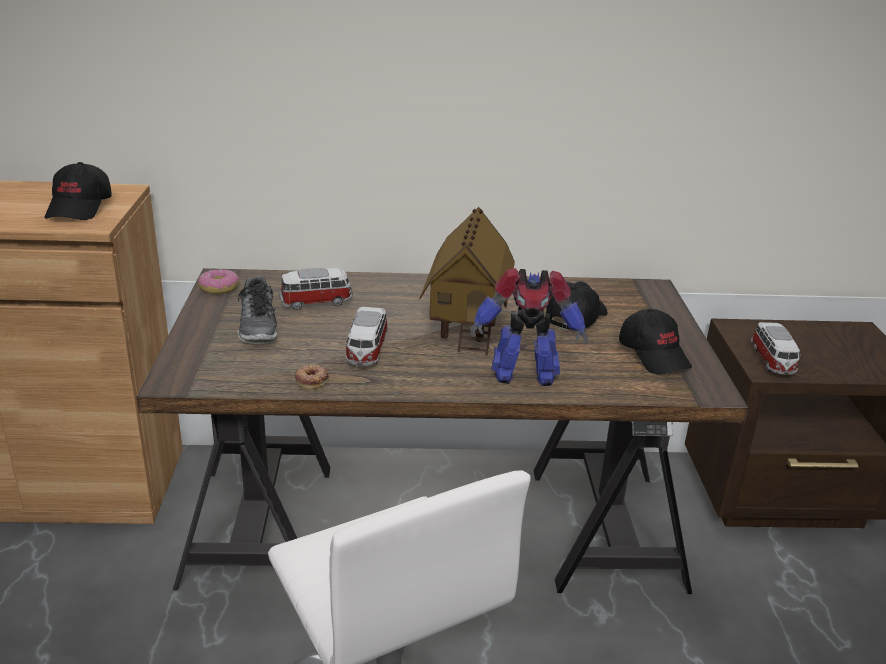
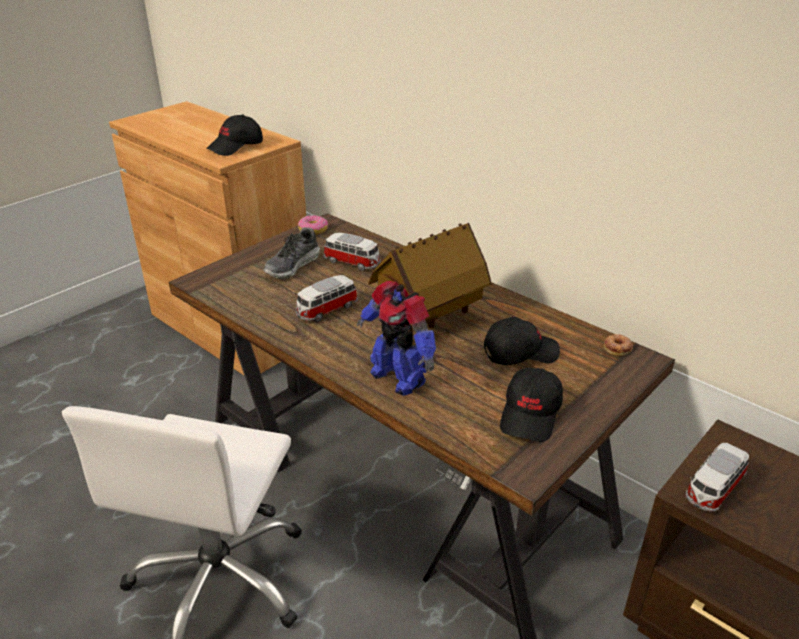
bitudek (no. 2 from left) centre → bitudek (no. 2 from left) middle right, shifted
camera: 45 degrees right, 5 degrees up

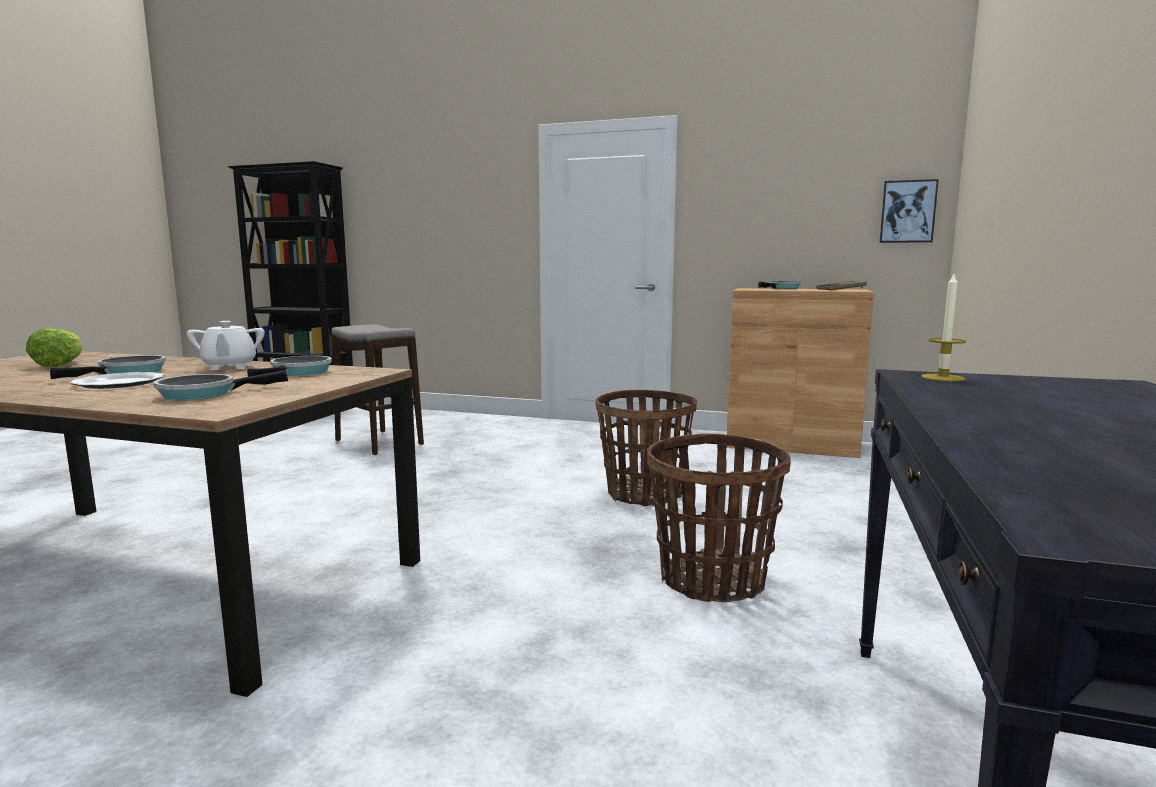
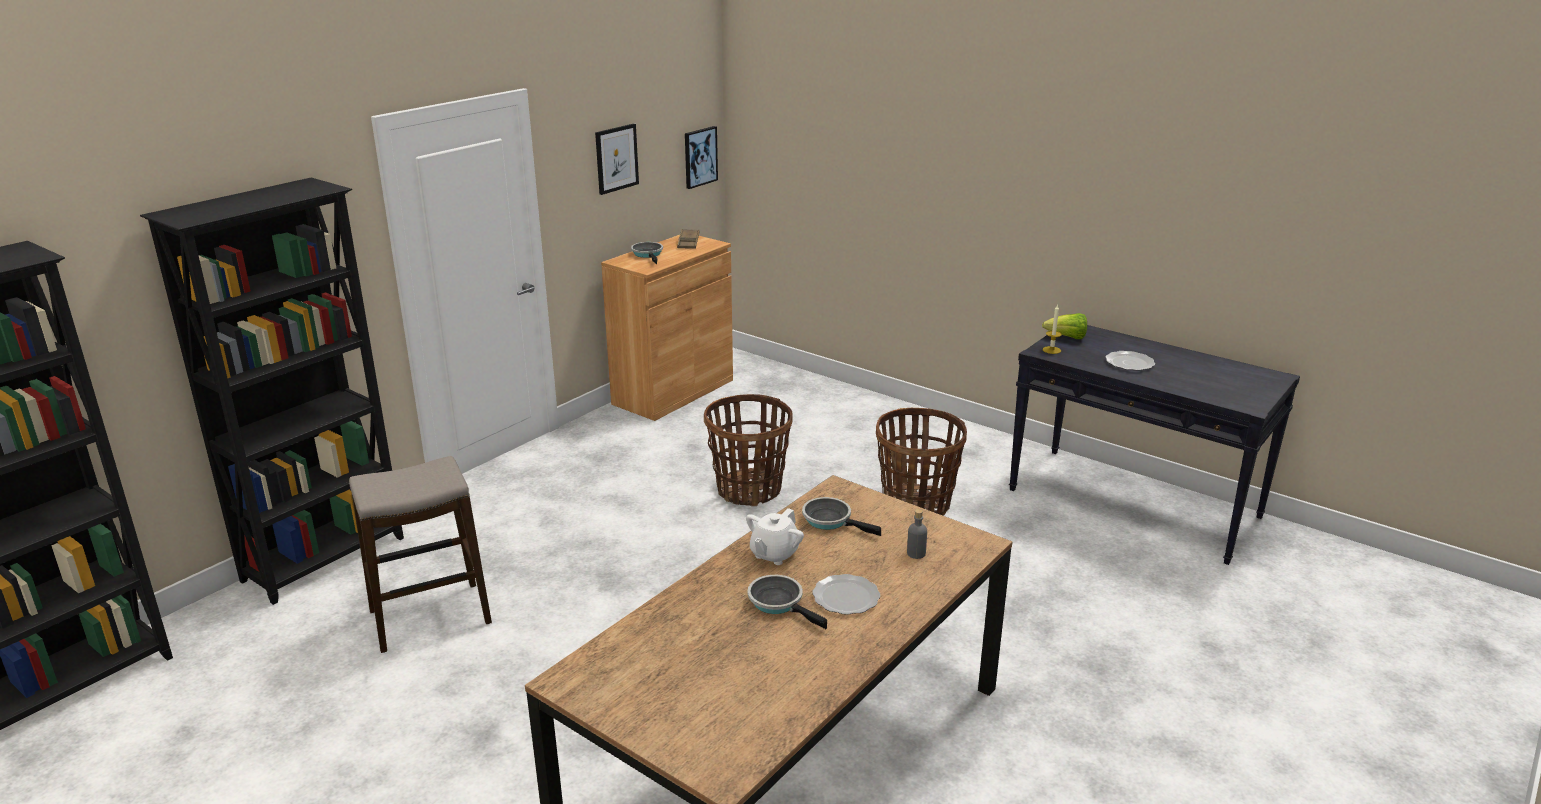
- → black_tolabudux (no. 2 from left) middle left
- → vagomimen (no. 1 from left) top centre
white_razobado middle left → white_razobado bottom centre, 120 degrees clockwise
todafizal (no. 2 from left) middle left → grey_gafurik centre
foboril middle left → foboril middle right, shifted
- → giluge (no. 2 from left) middle right
camera: 70 degrees left, 15 degrees up

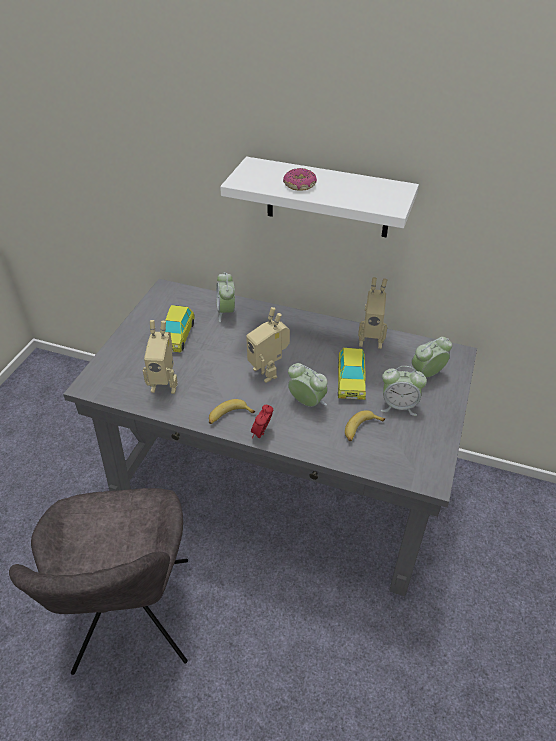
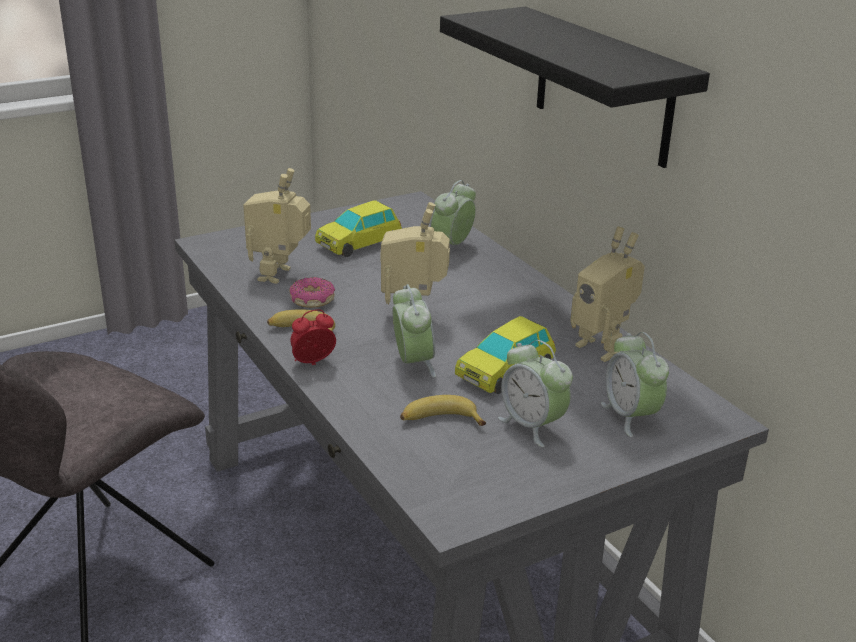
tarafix (no. 1 from left) middle left, 60 degrees clockwise
bitudek top centre → bitudek centre, shifted
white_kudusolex top centre → black_kudusolex top right
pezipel (no. 5 from left) middle right, 120 degrees counterclockwise
camera: 40 degrees right, 15 degrees down

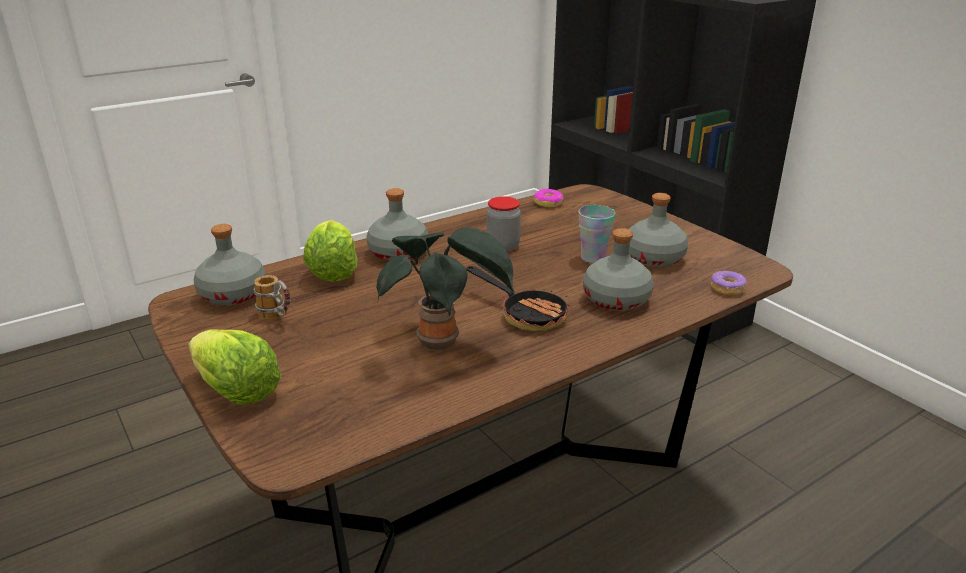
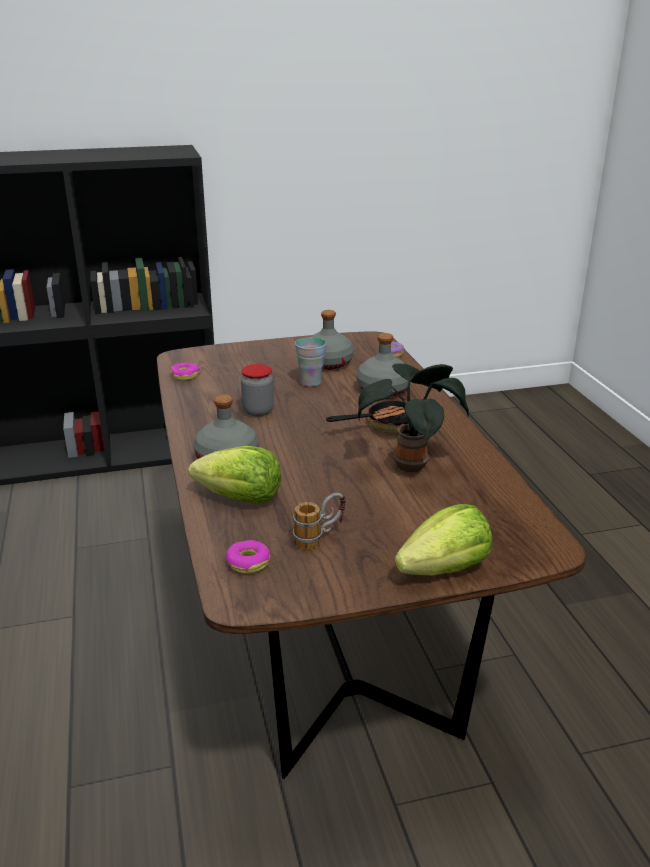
grey_gafurik (no. 1 from left) middle left → bitudek (no. 2 from left) centre
camera: 70 degrees left, 0 degrees up

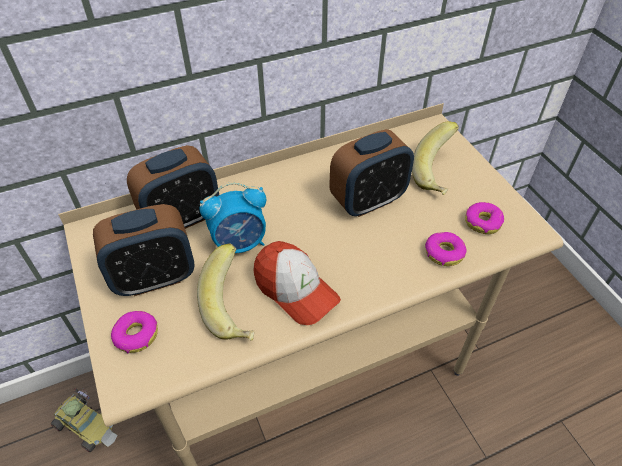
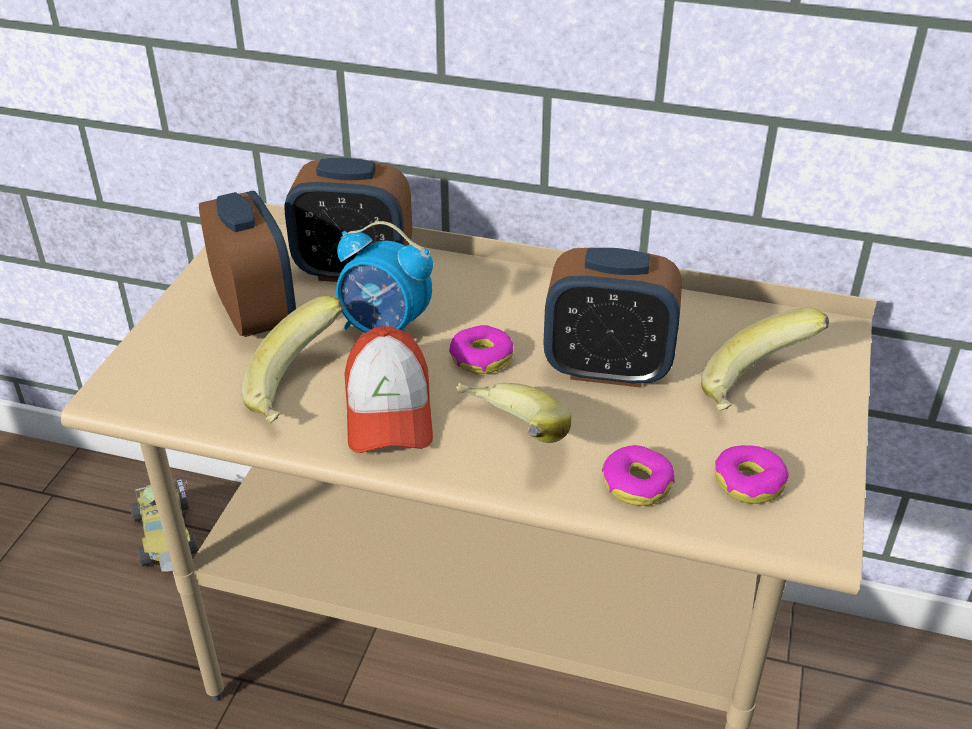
pezipel (no. 1 from left) middle left, 135 degrees counterclockwise
bitudek (no. 1 from left) bottom left → bitudek (no. 1 from left) centre, shifted
- → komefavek (no. 2 from left) centre
camera: 40 degrees right, 10 degrees down

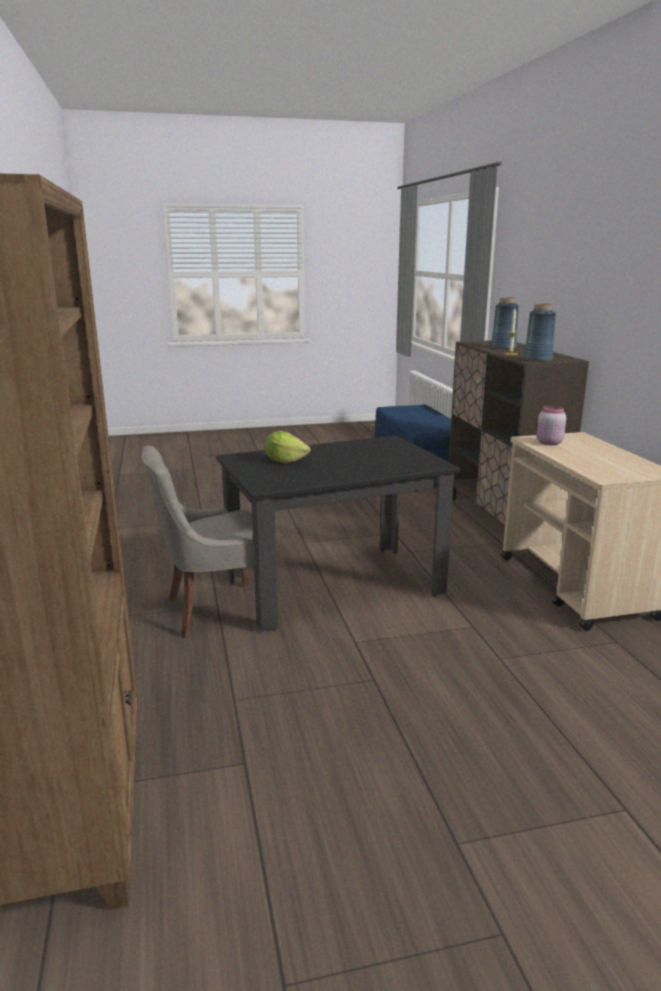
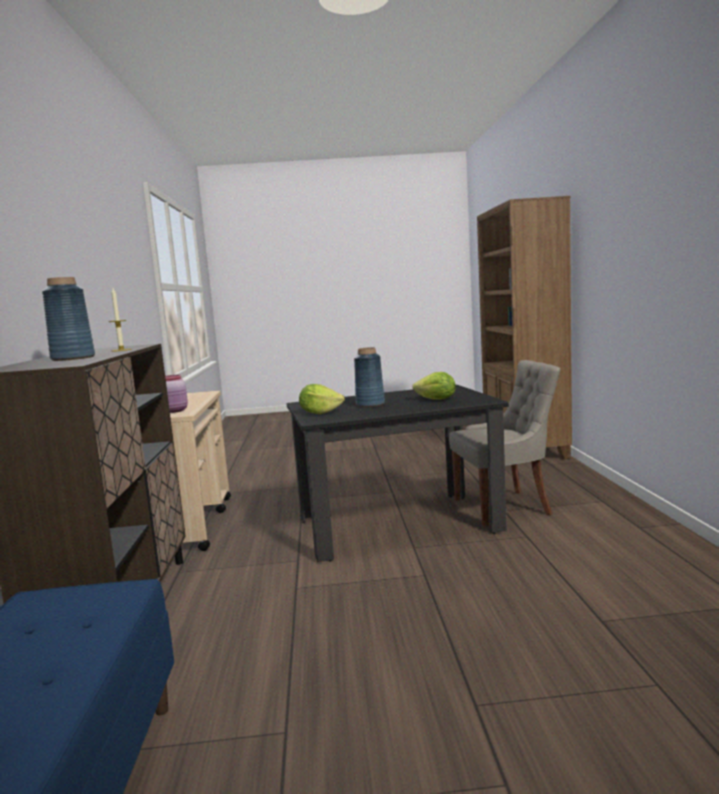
- → foboril (no. 1 from left) centre
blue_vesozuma (no. 2 from left) middle right → blue_vesozuma (no. 2 from left) centre, shifted
camera: 170 degrees left, 10 degrees down

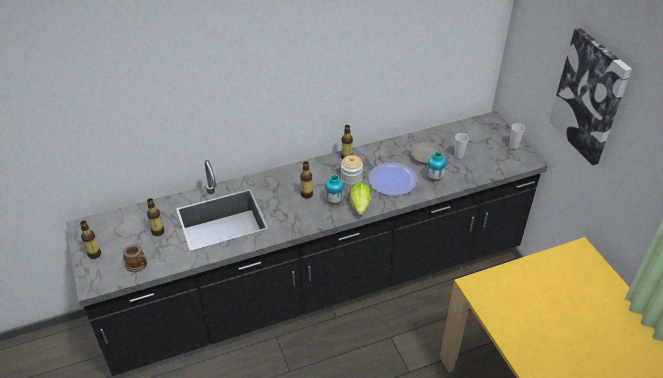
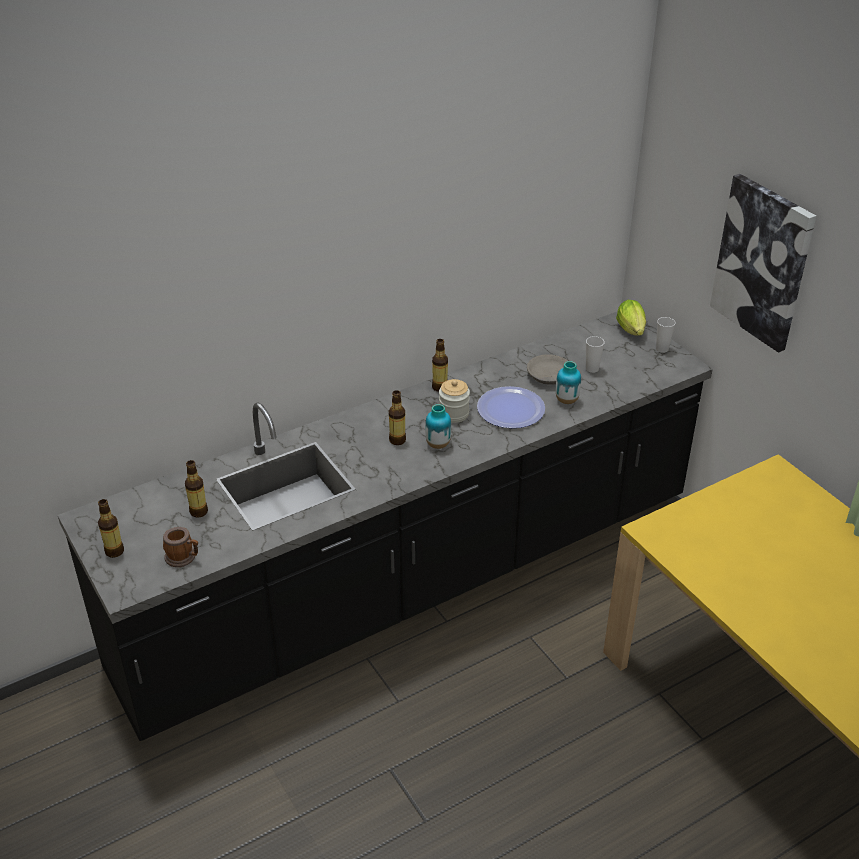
foboril centre → foboril middle right, shifted
camera: 10 degrees left, 5 degrees down

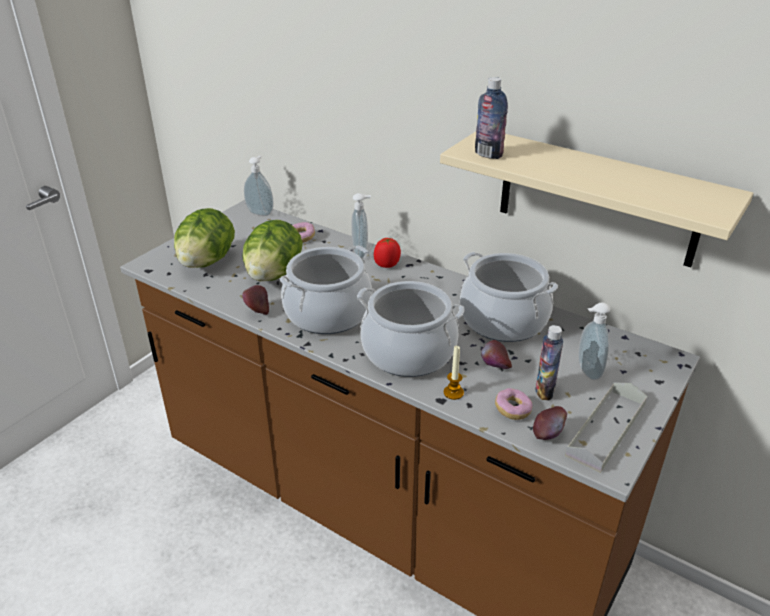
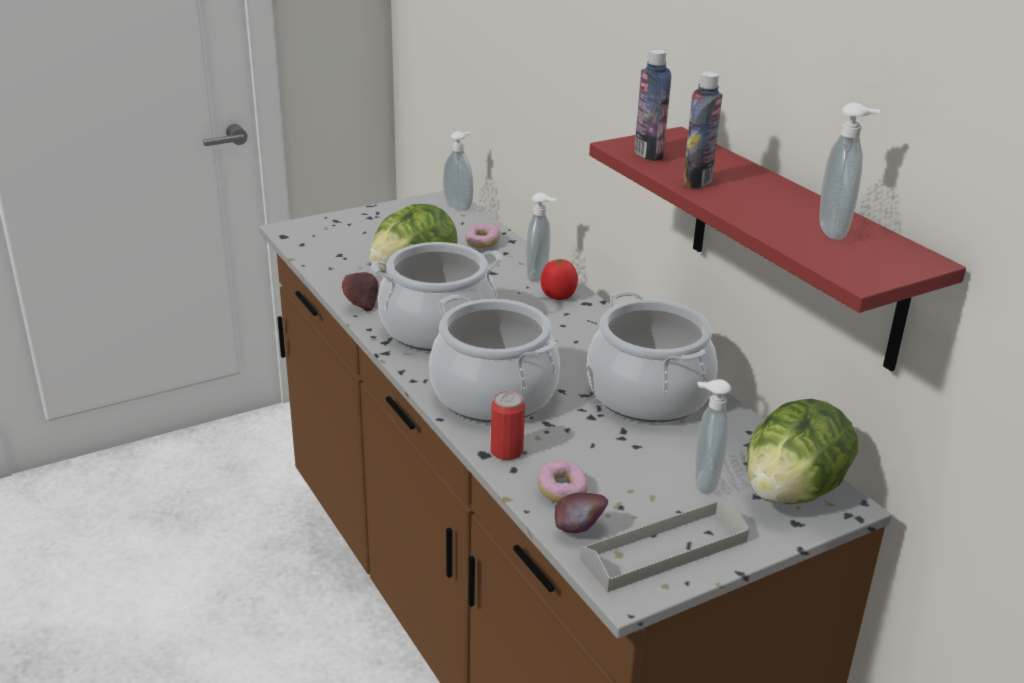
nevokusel centre → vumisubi centre
beige_kudusolex top right → red_kudusolex middle right
gafurik (no. 2 from left) middle right → gafurik (no. 2 from left) top right, shifted
foboril (no. 1 from left in the first image) middle left → foboril (no. 2 from left) middle right, shifted
- → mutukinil (no. 4 from left) top right
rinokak (no. 2 from left) centre → -
camera: 25 degrees right, 5 degrees down

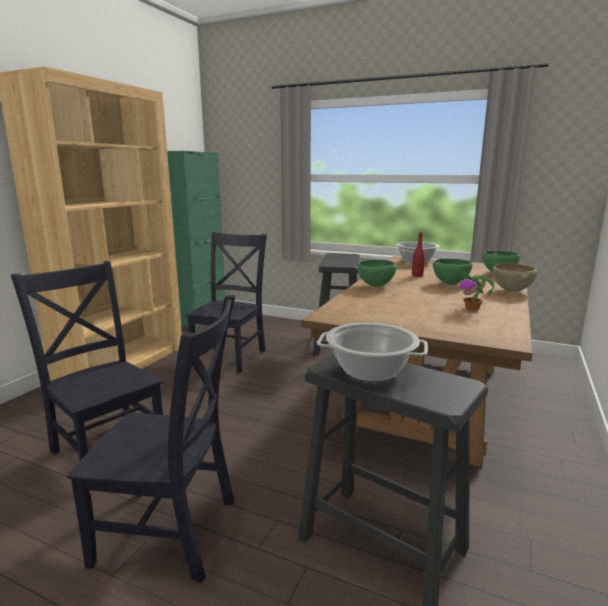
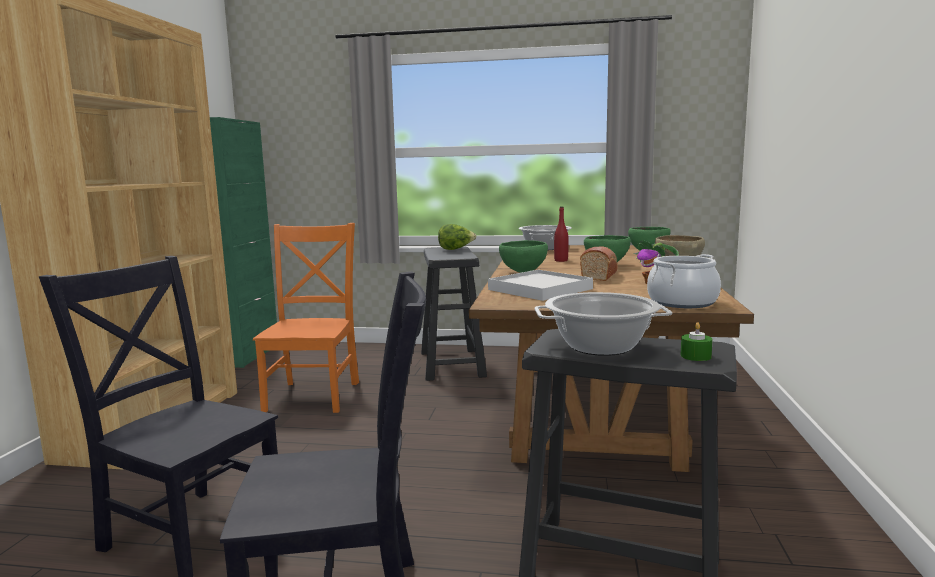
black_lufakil (no. 3 from left) centre → orange_lufakil middle left
- → foboril centre
- → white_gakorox centre
- → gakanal centre
- → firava (no. 3 from left) middle right
- → green_nevokusel middle right
camera: 15 degrees left, 5 degrees down

